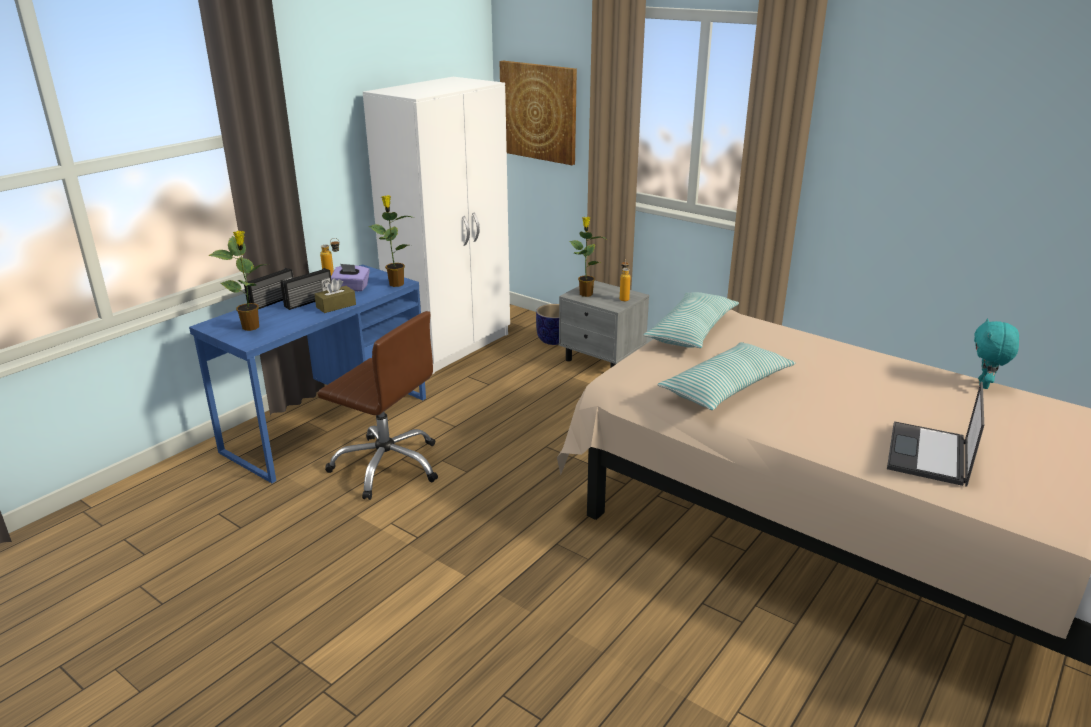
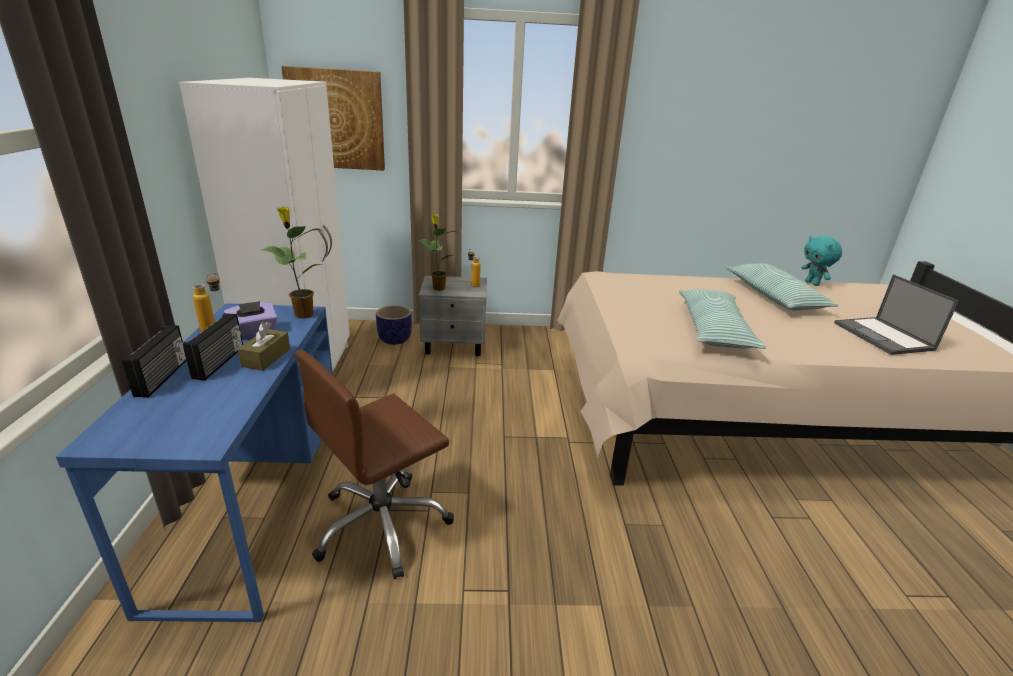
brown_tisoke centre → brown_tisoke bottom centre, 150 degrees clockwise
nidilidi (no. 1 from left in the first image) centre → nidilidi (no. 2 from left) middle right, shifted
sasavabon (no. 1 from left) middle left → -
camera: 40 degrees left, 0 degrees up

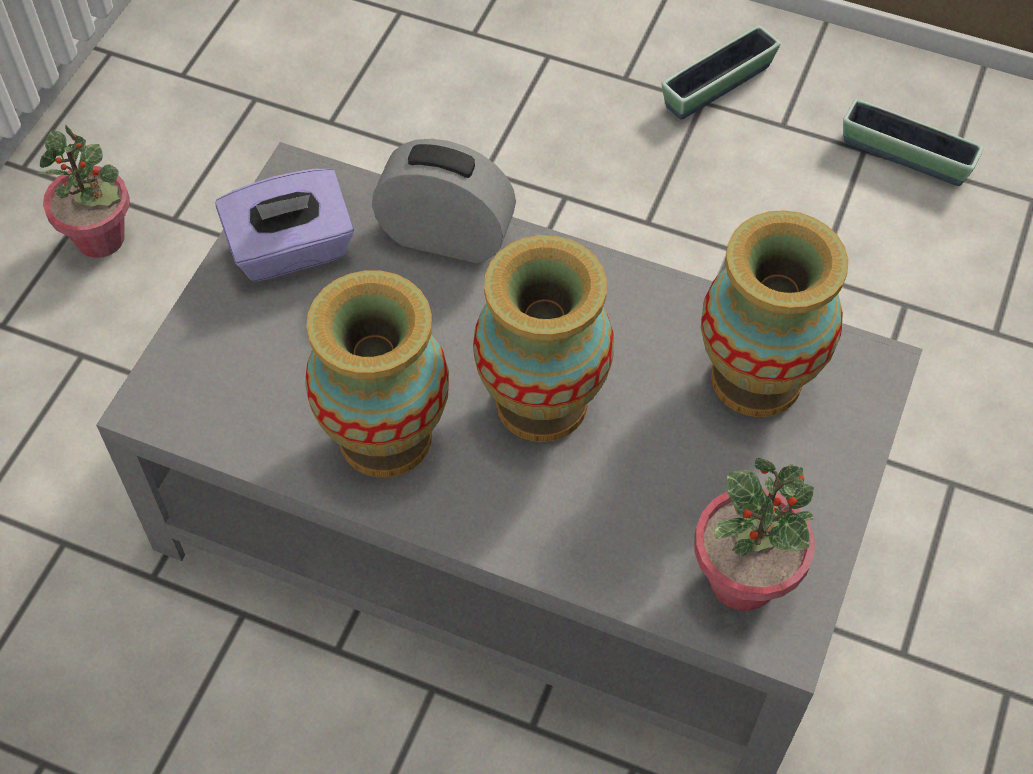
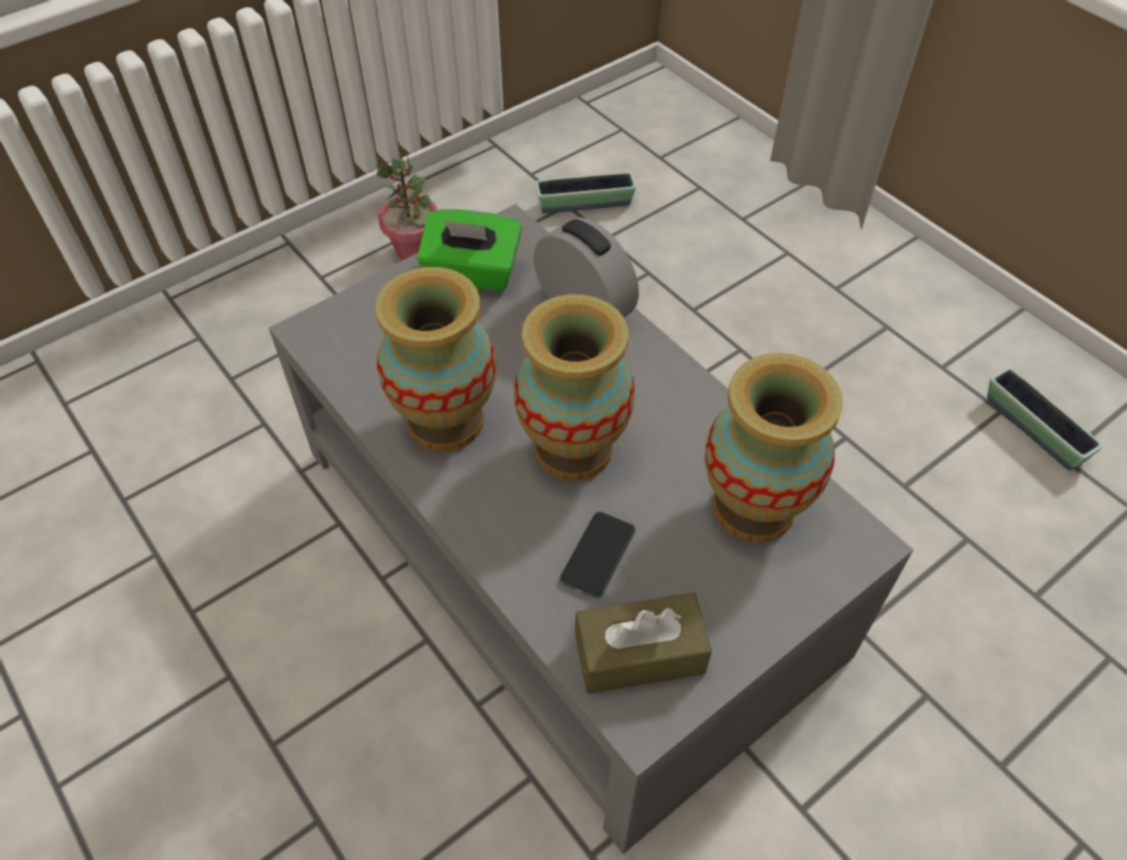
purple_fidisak top left → green_fidisak top centre
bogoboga (no. 1 from left) top right → bogoboga (no. 1 from left) top centre, shifted
- → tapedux centre
sasavabon (no. 2 from left) bottom right → brown_fidisak bottom centre
camera: 30 degrees right, 5 degrees down

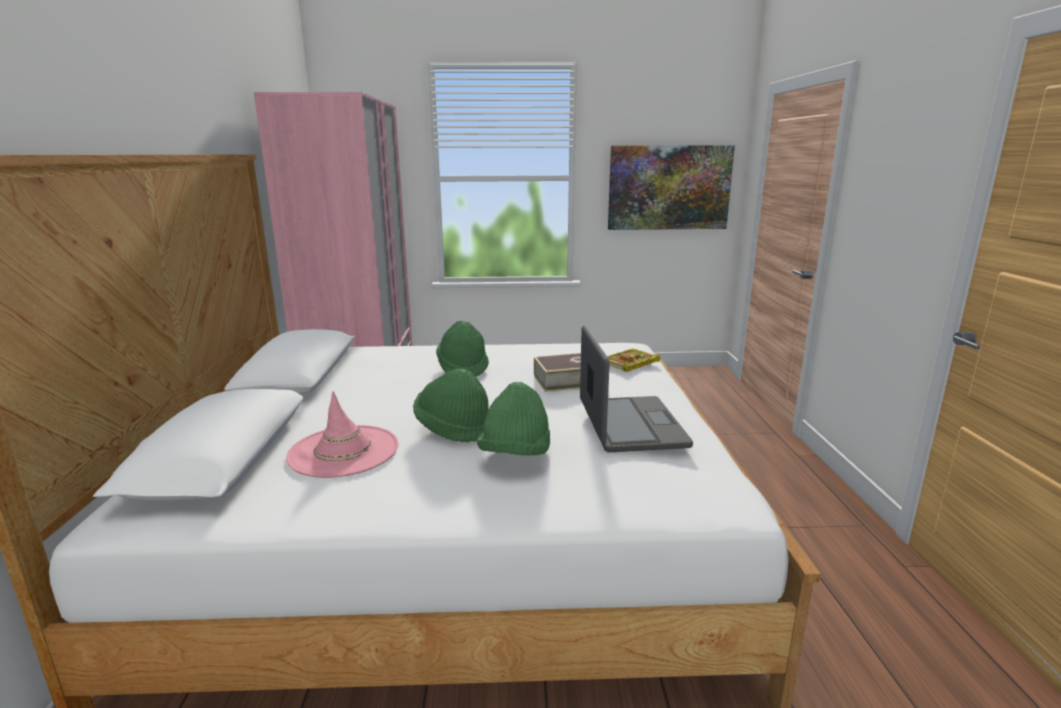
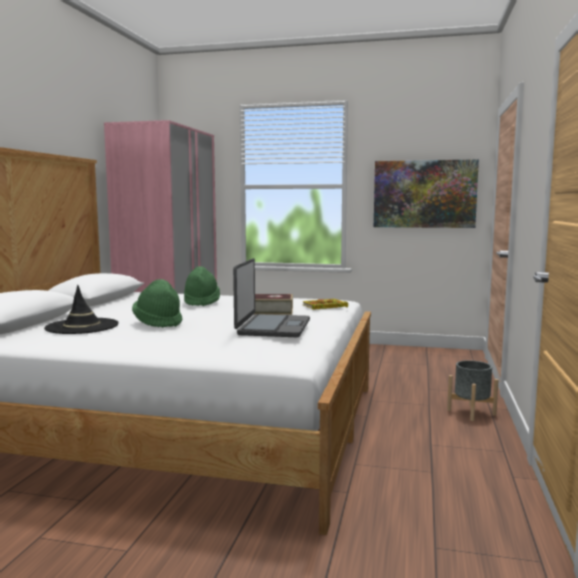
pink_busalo middle left → black_busalo middle left
- → grey_bogoboga bottom right
green_busalo (no. 3 from left) centre → -
camera: 15 degrees right, 10 degrees down

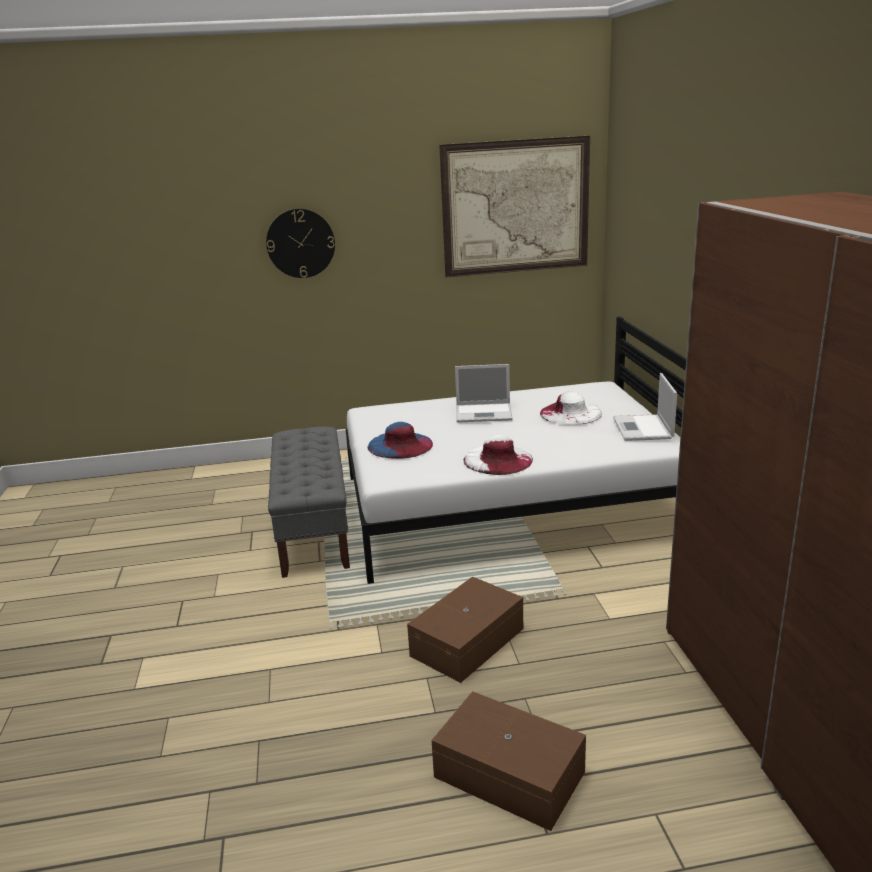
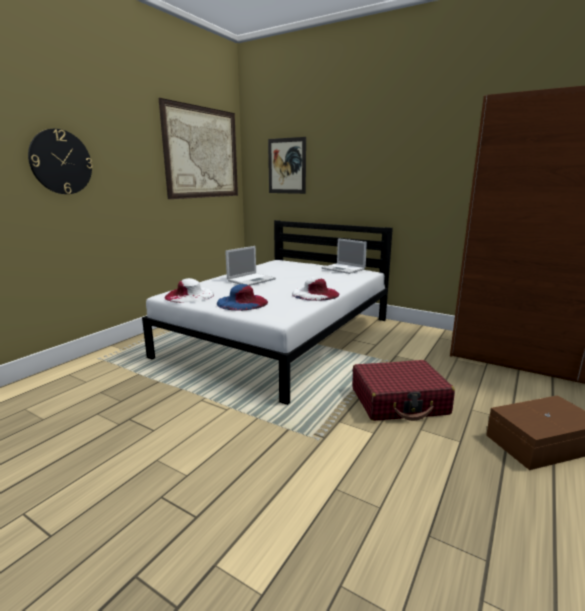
white_busalo (no. 2 from left in the first image) centre → white_busalo (no. 1 from left) middle left, shifted
- → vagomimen (no. 2 from left) top centre
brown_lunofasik (no. 1 from left) bottom centre → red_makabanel middle right
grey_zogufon centre → -
camera: 50 degrees left, 5 degrees down

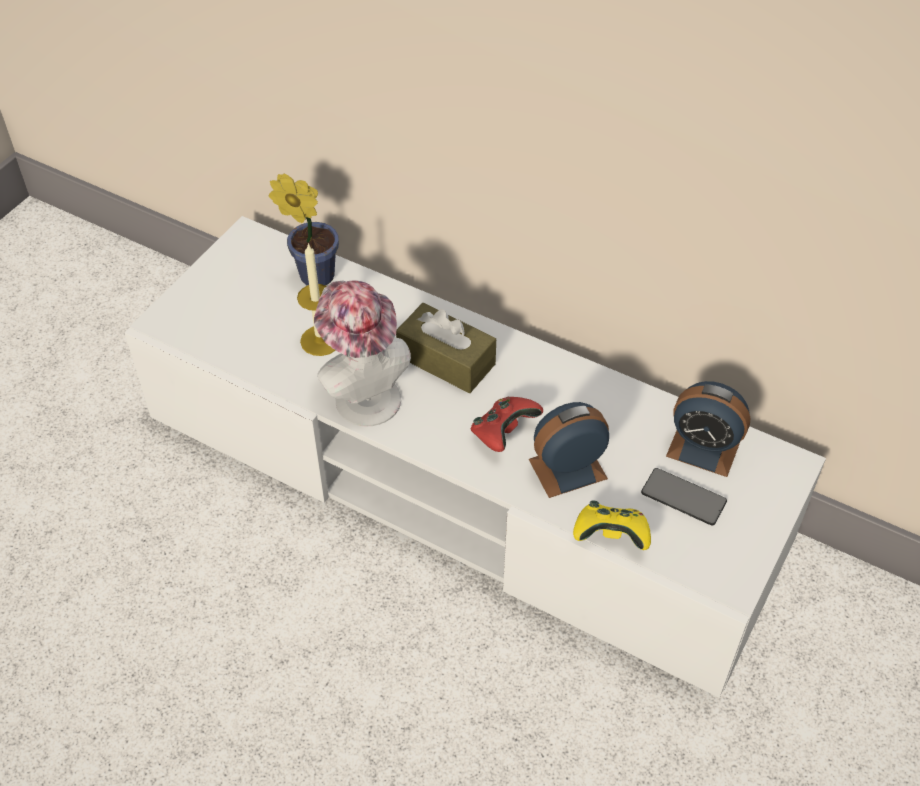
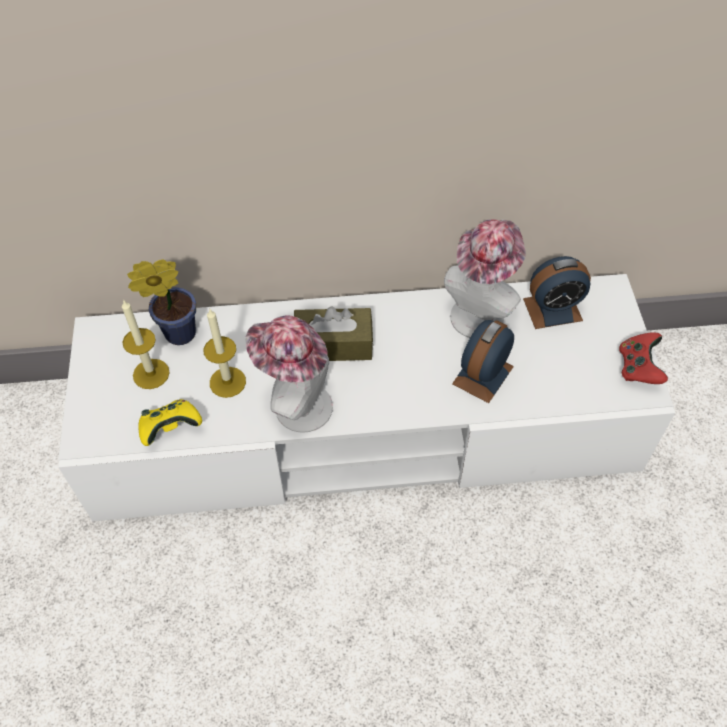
- → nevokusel (no. 1 from left) middle left
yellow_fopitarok bottom centre → yellow_fopitarok middle left, shifted
- → busalo (no. 2 from left) middle right
red_fopitarok centre → red_fopitarok middle right, shifted
tapedux middle right → -
camera: 35 degrees left, 5 degrees up

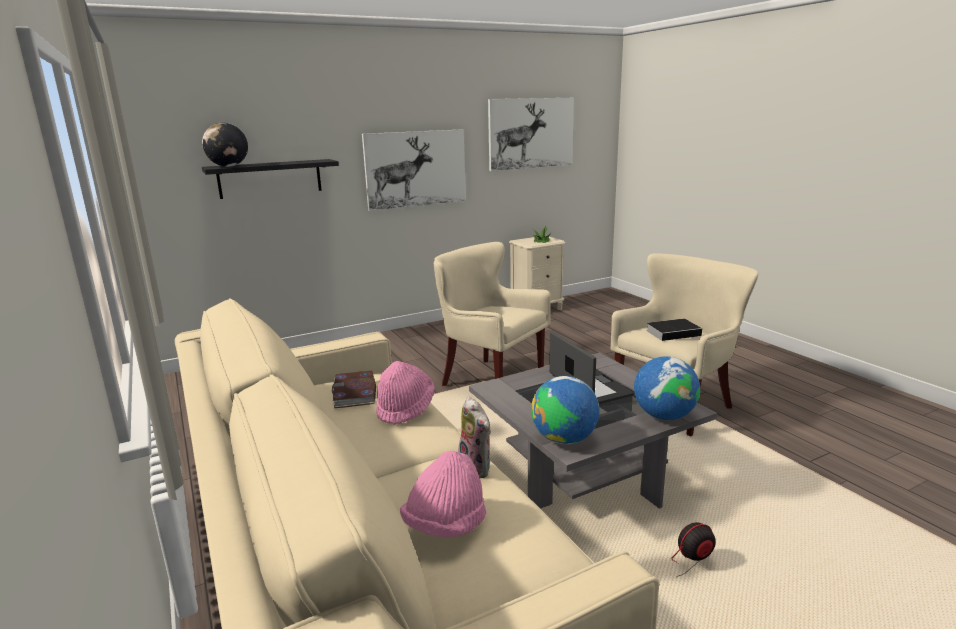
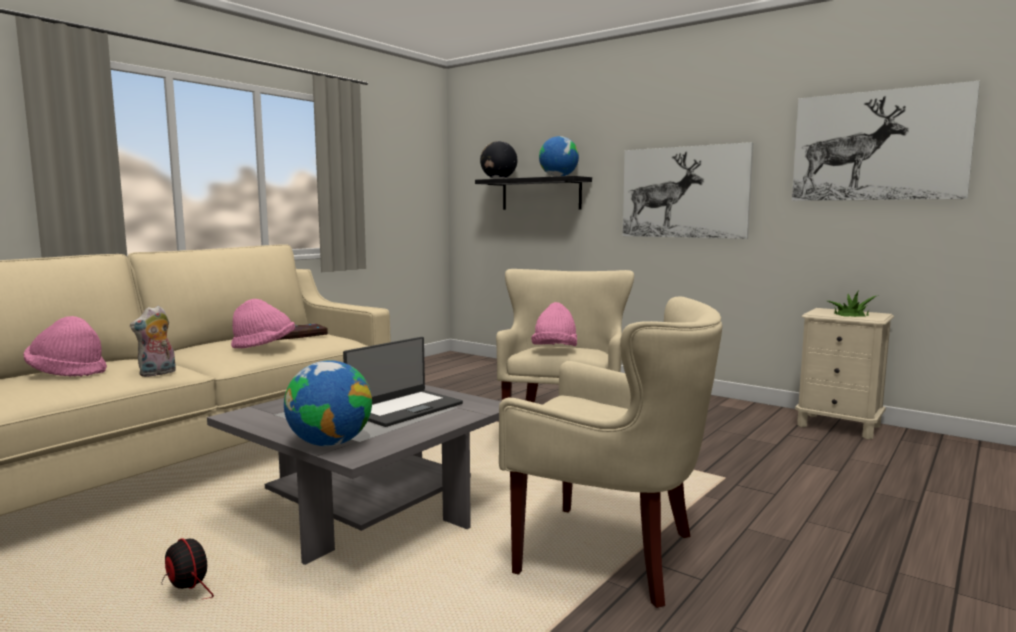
- → pink_busalo (no. 3 from left) centre
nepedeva (no. 2 from left in the first image) centre → nepedeva (no. 3 from left) top centre, shifted
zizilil (no. 2 from left) middle right → -
camera: 65 degrees right, 10 degrees down

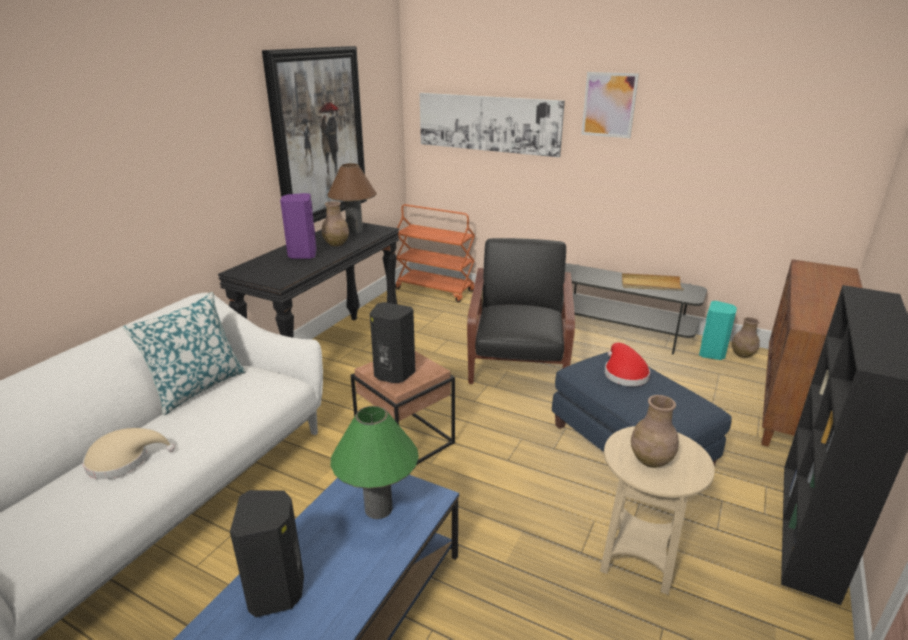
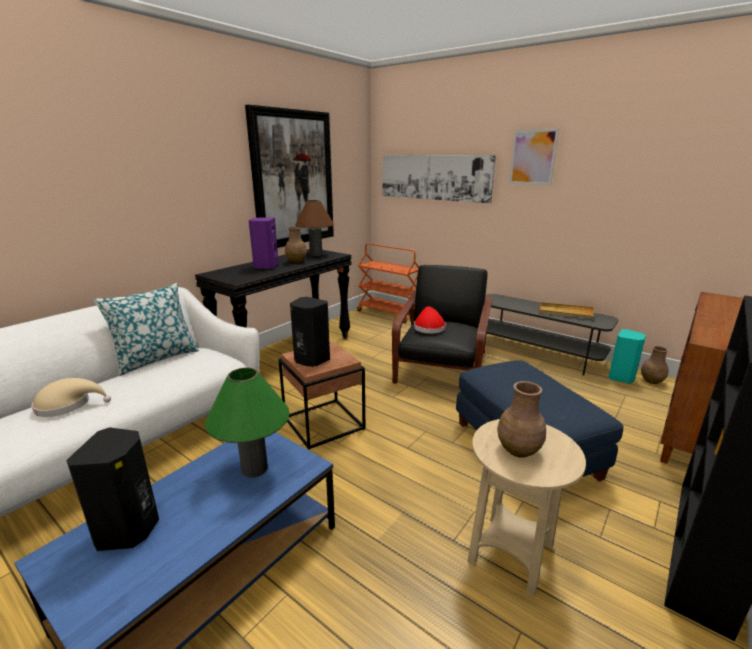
red_busalo middle right → red_busalo centre, shifted
camera: 10 degrees right, 5 degrees down

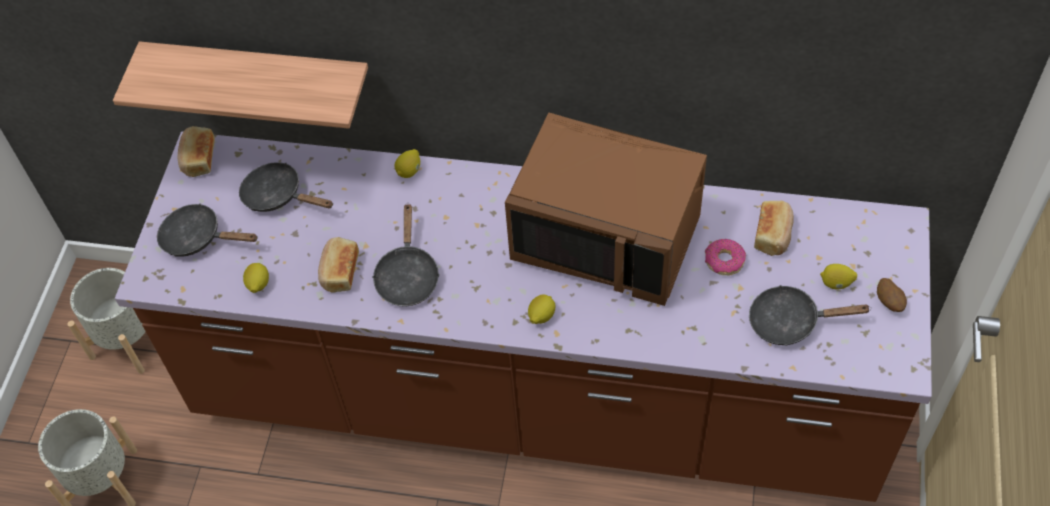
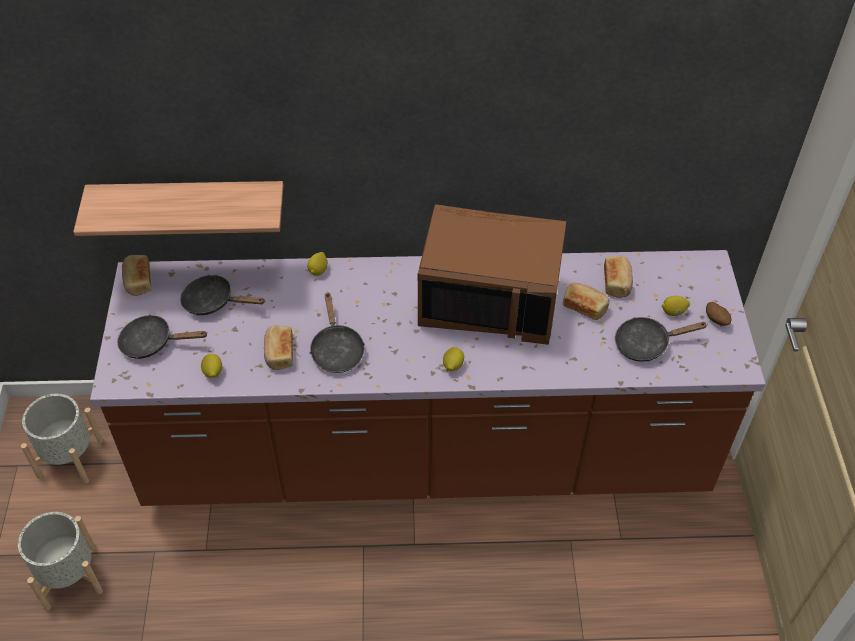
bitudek middle right → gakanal (no. 3 from left) middle right
camera: 15 degrees left, 5 degrees down

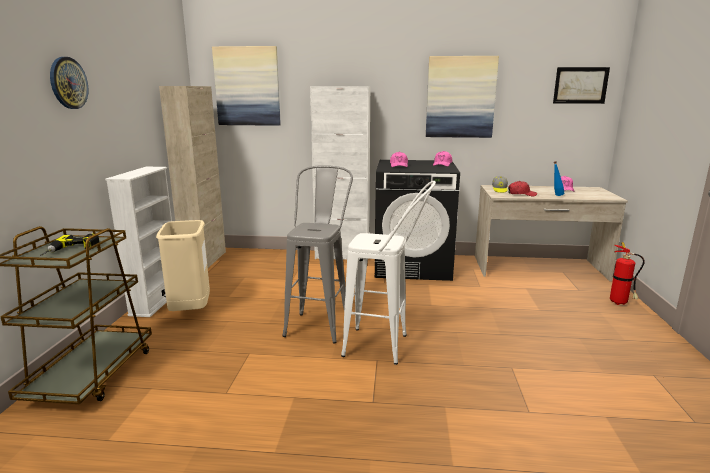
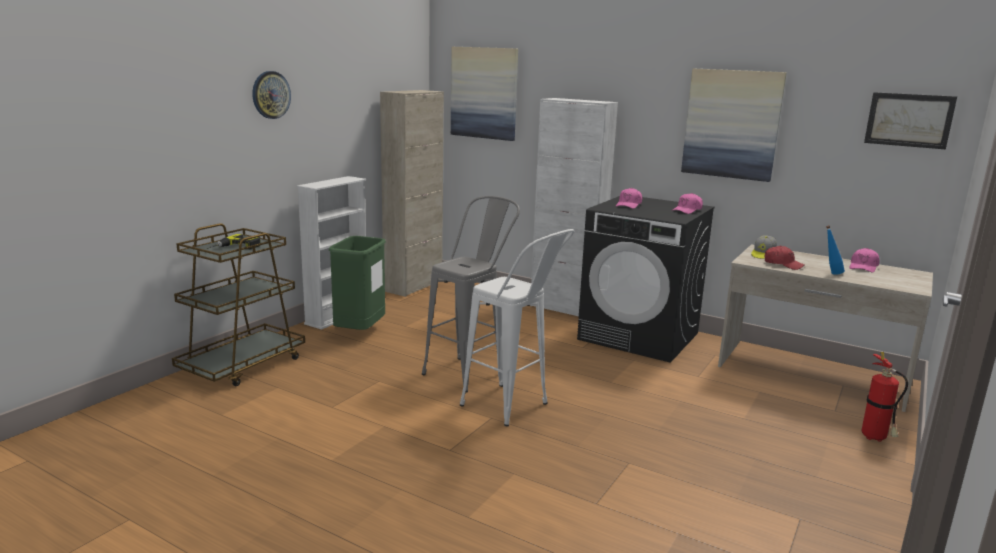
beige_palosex middle left → green_palosex centre
camera: 25 degrees right, 0 degrees up

